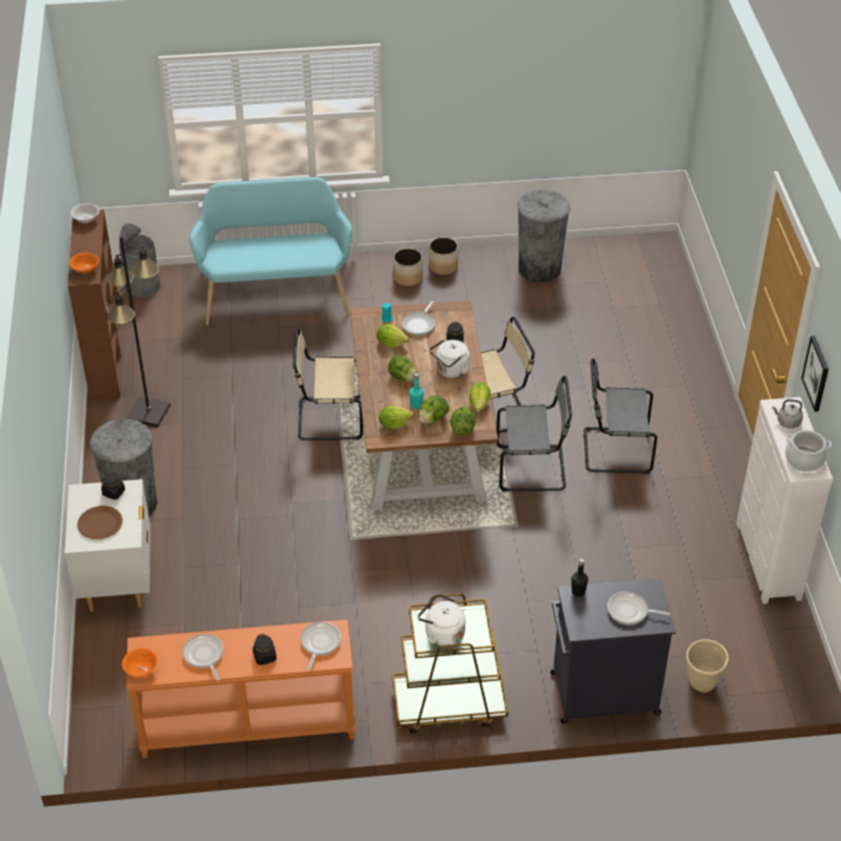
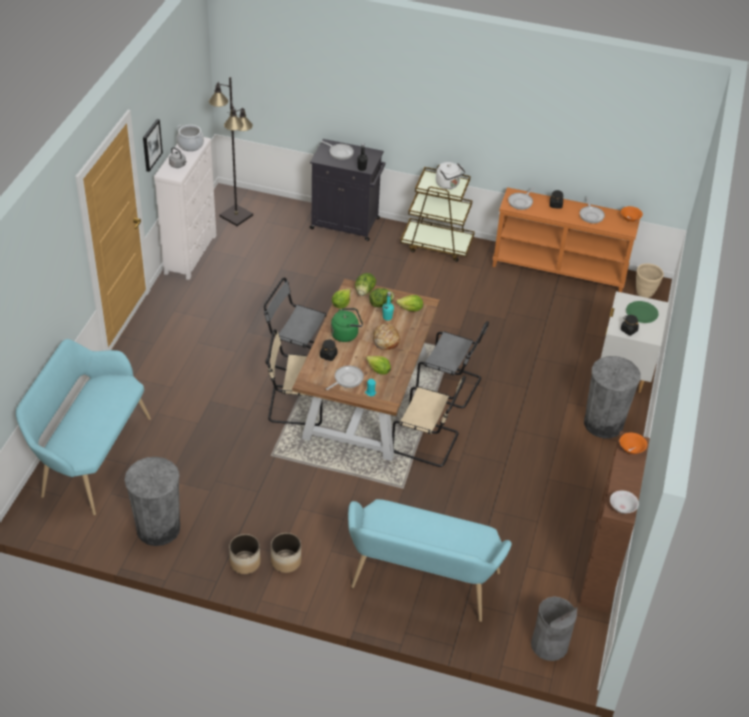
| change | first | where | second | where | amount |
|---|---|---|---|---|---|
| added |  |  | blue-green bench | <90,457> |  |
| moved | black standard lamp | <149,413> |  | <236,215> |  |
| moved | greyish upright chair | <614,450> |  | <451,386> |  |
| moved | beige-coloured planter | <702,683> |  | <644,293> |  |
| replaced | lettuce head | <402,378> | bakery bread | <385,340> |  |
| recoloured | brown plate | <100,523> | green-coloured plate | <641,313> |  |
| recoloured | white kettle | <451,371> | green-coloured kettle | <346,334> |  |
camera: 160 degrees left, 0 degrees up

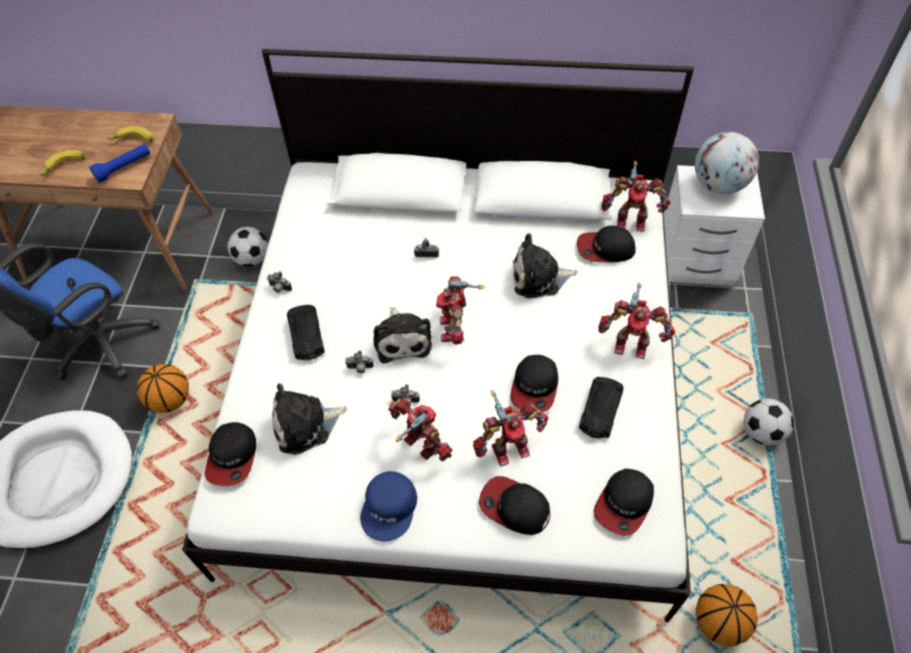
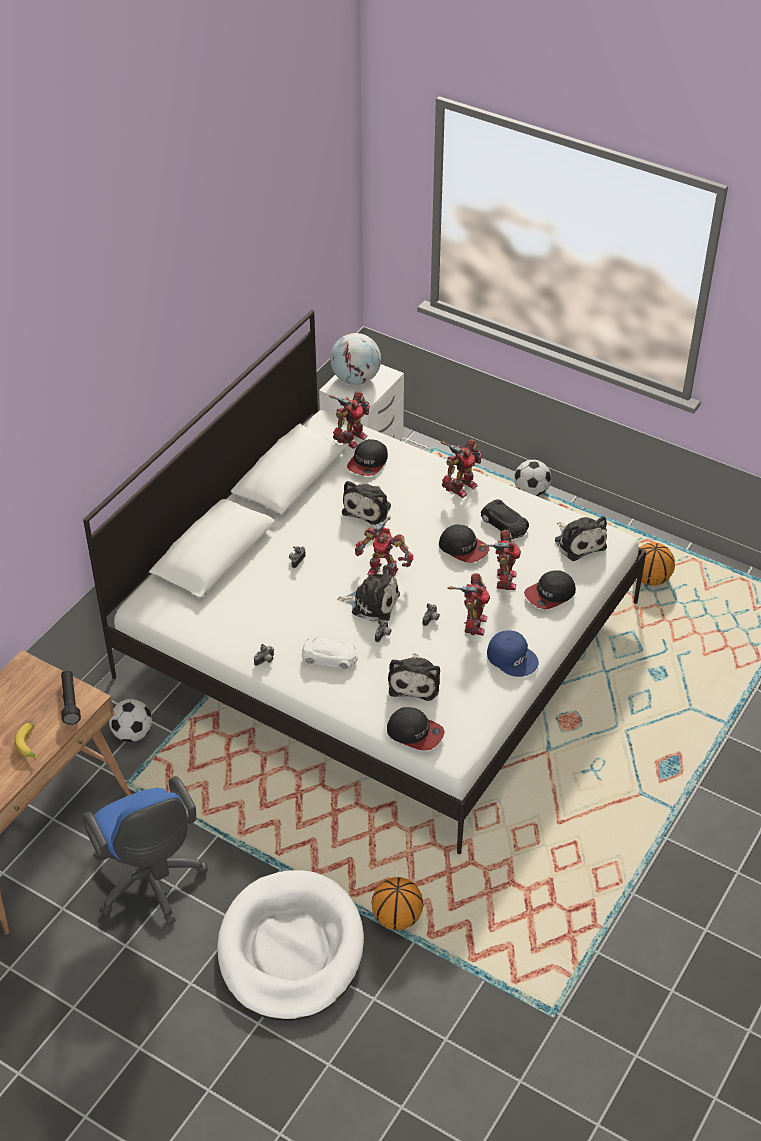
| change | first | where | second | where | amount |
|---|---|---|---|---|---|
| removed | banana | <134,141> |  |  |  |
| moved | basketball | <171,400> |  | <397,917> |  |
| replaced | peaked cap | <624,504> | plush toy | <579,542> |  |
| recoloured | bluish torch | <124,168> | black torch | <70,701> |  |
| recoloured | black model car | <307,337> | white model car | <330,658> |  |
| turned | robot figure | <421,445> |  | <473,624> | 120 degrees clockwise |
camera: 65 degrees left, 10 degrees down

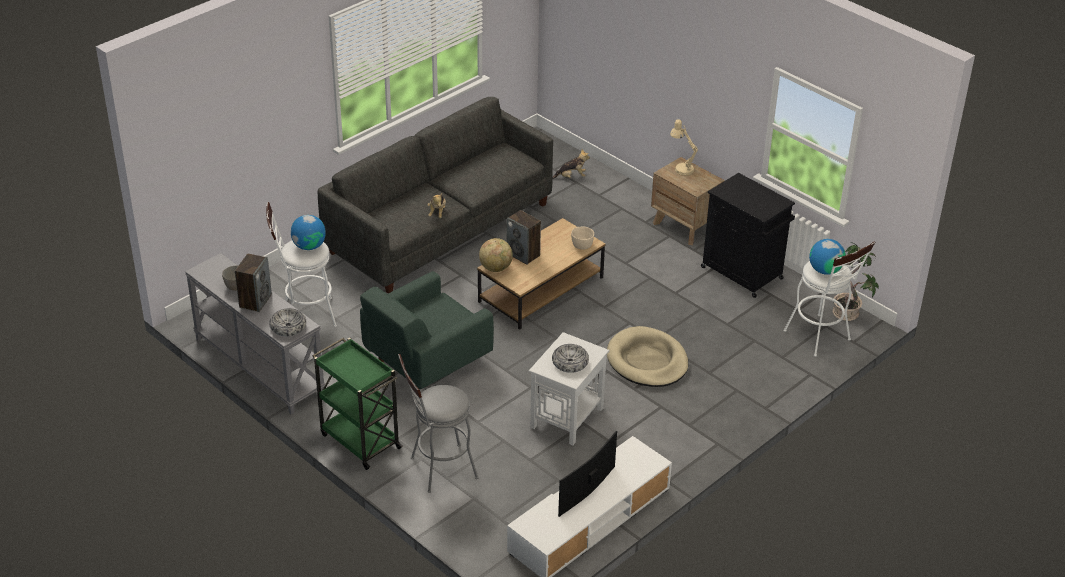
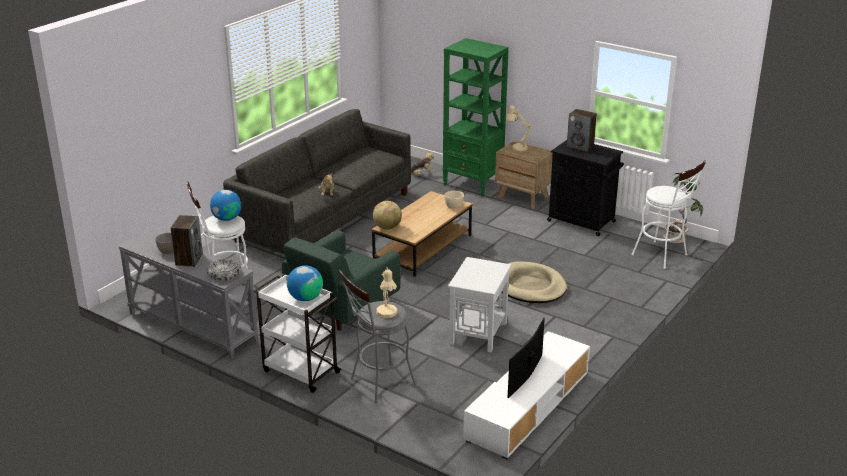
| change | first | where | second | where | amount |
|---|---|---|---|---|---|
| removed | deep dish | <570,362> |  |  |  |
| added |  |  | beige-coloured lamp for a table | <387,315> |  |
| added |  |  | green-coloured bookshelf | <473,184> |  |
| moved | audio speaker | <523,254> |  | <580,146> |  |
| moved | desk globe | <825,270> |  | <305,298> |  |
| recoloured | green-coloured wheeled cart | <359,440> | white wheeled cart | <300,371> |  |
camera: 10 degrees left, 10 degrees down

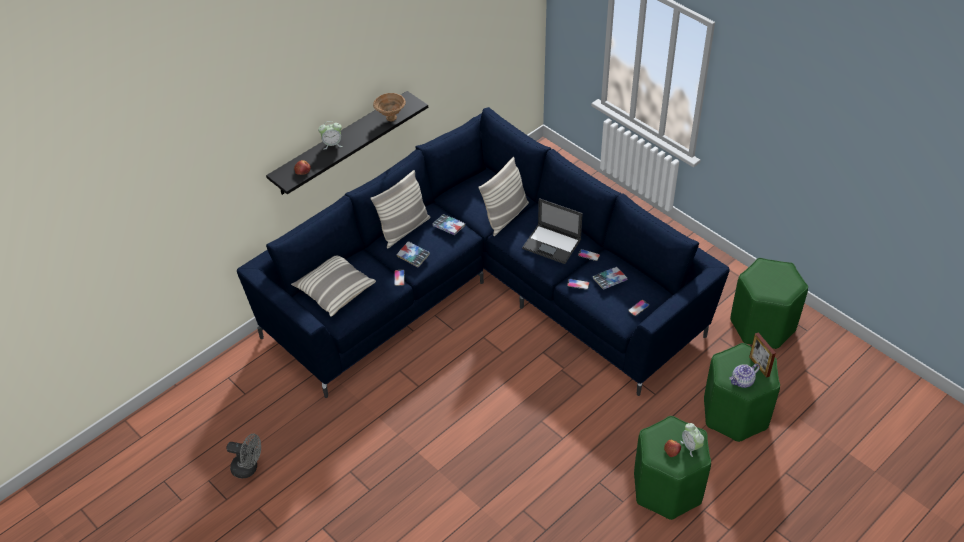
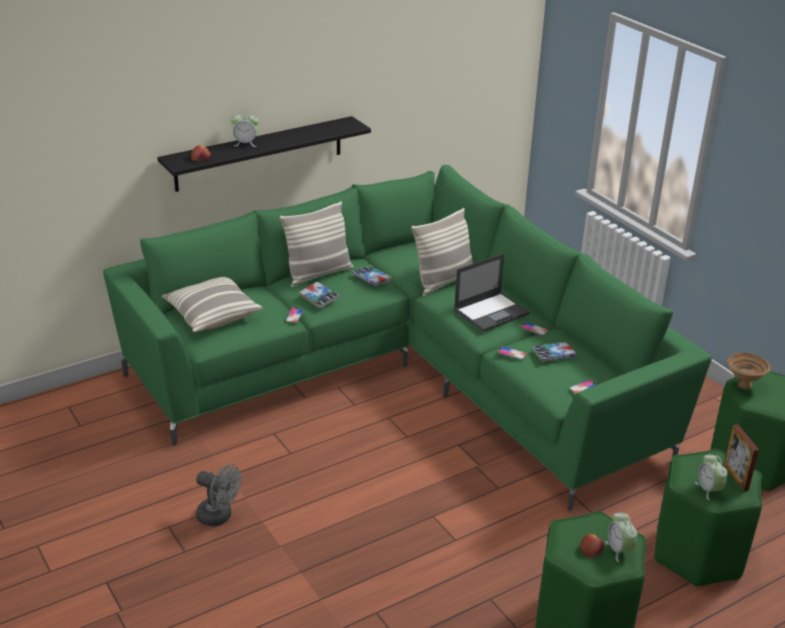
| change | first | where | second | where | amount |
|---|---|---|---|---|---|
| moved | greyish electric fan | <249,468> |  | <219,517> |  |
| moved | brown deep dish | <390,118> |  | <743,385> |  |
| replaced | teapot | <742,381> | alarm clock | <708,490> |  |
| recoloured | bluish couch | <484,291> | green-coloured couch | <404,374> |  |
| turned | portable computer | <552,244> |  | <491,312> | 75 degrees counterclockwise |
camera: 10 degrees right, 15 degrees down

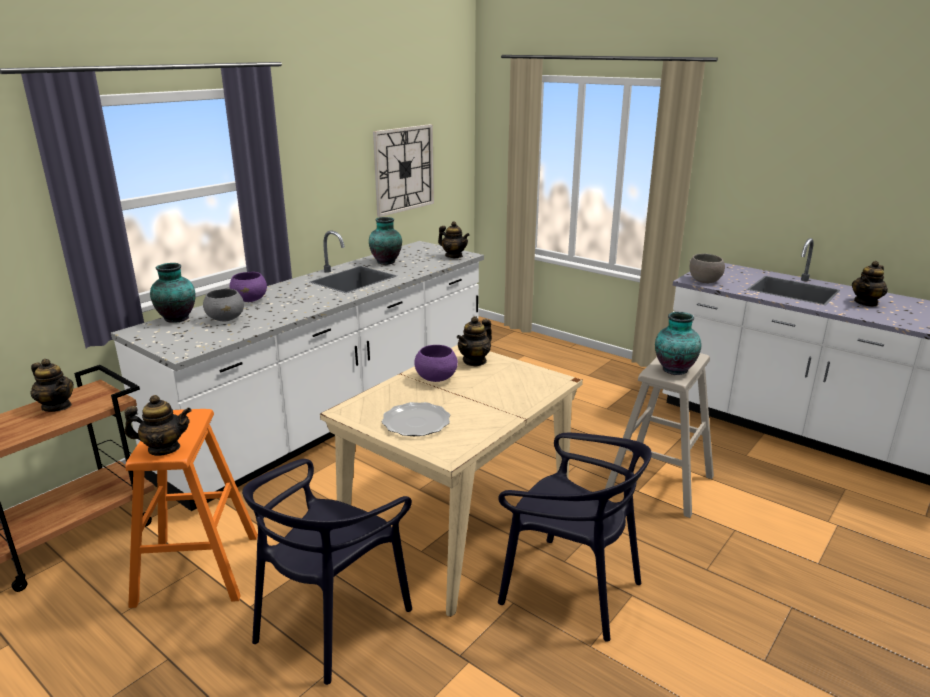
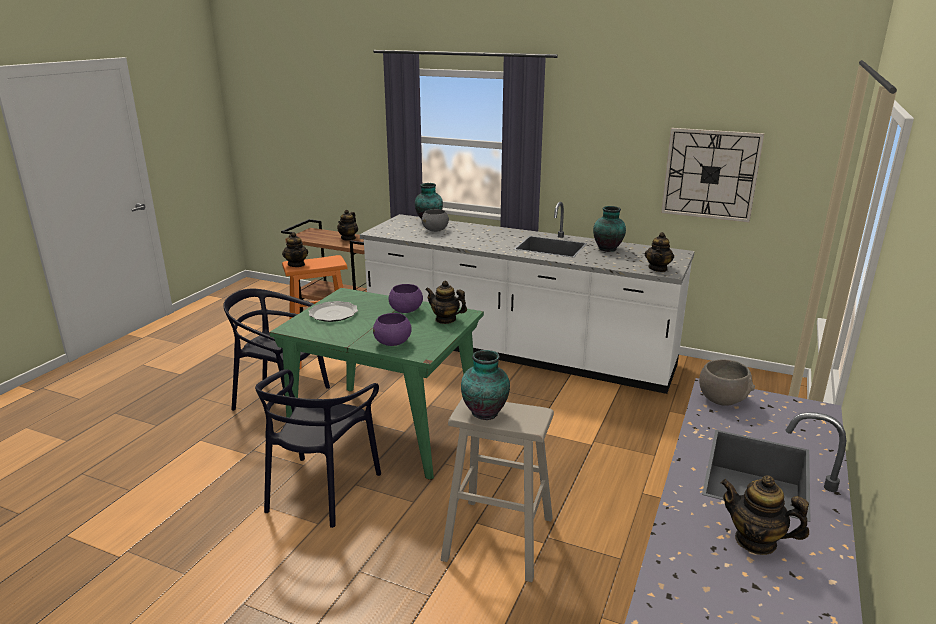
| change | first | where | second | where | amount |
|---|---|---|---|---|---|
| moved | purple-coloured deep dish | <250,300> |  | <393,343> |  |
| recoloured | beige-coloured dinner table | <458,526> | green-coloured dinner table | <387,429> |  |
camera: 75 degrees right, 0 degrees up

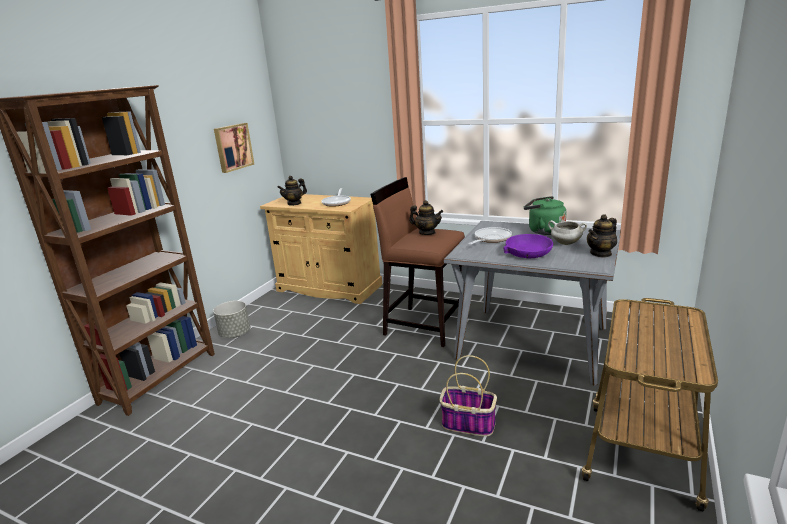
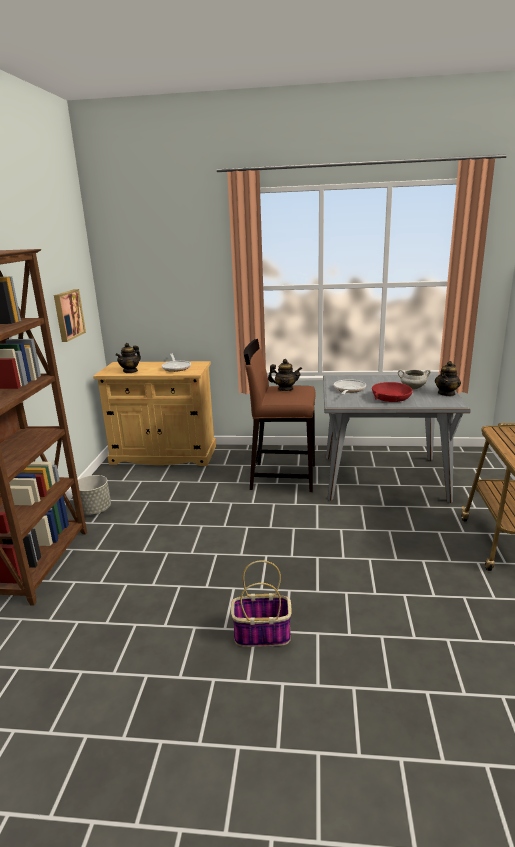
| change | first | where | second | where | amount |
|---|---|---|---|---|---|
| removed | green-coloured kettle | <543,231> |  |  |  |
| moved | basket | <467,424> |  | <261,634> |  |
| recoloured | purple-coloured deep dish | <528,253> | red-coloured deep dish | <391,398> |  |
camera: 20 degrees left, 0 degrees up

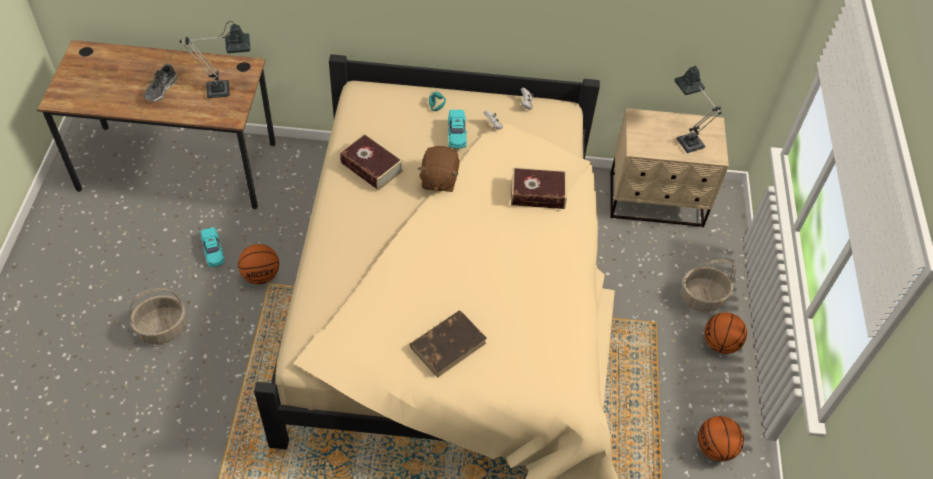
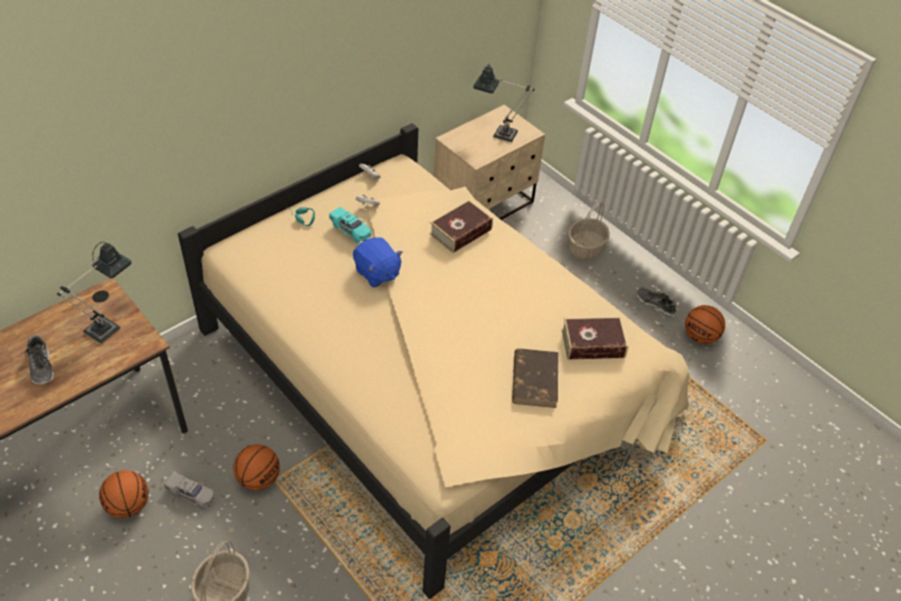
| change | first | where | second | where | amount |
|---|---|---|---|---|---|
| added |  |  | shoe | <655,305> |  |
| moved | volume | <371,167> |  | <593,344> |  |
| moved | basketball | <720,343> |  | <128,506> |  |
| recoloured | blue-green model car | <213,251> | greyish model car | <191,494> |  |
| recoloured | brown plush toy | <438,180> | bluish plush toy | <377,273> |  |
camera: 45 degrees left, 5 degrees down

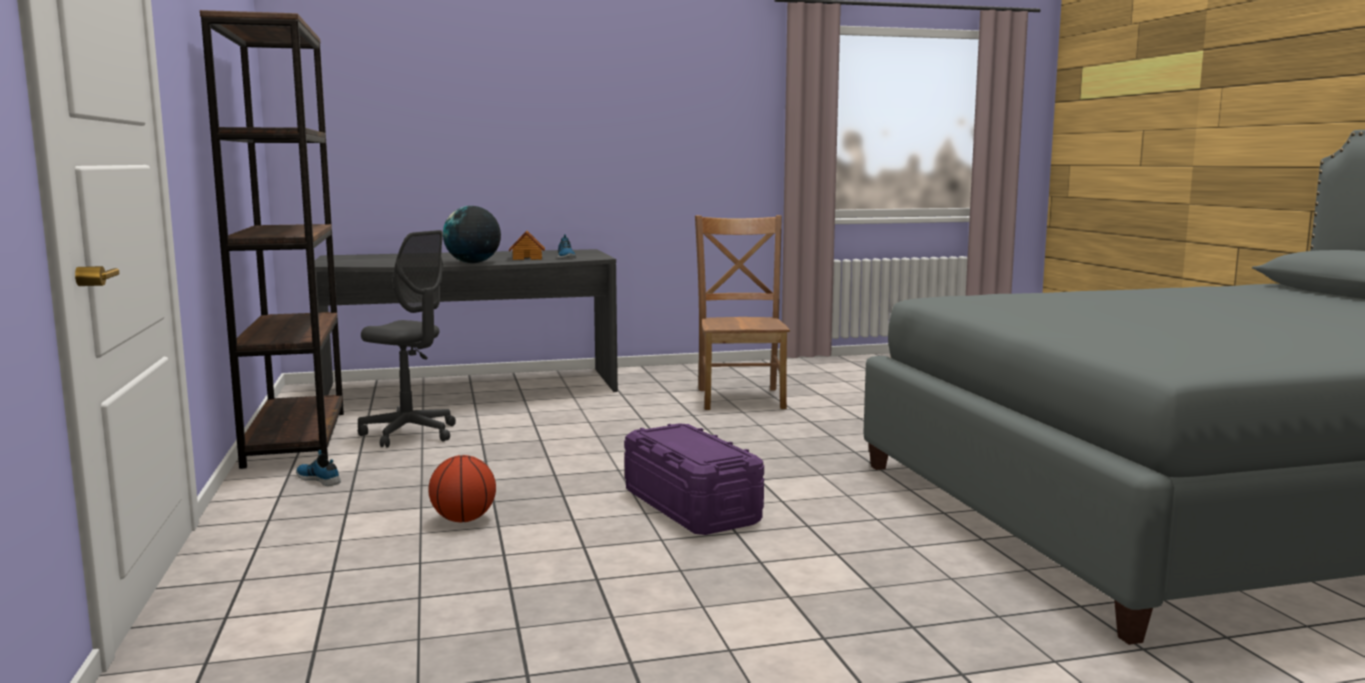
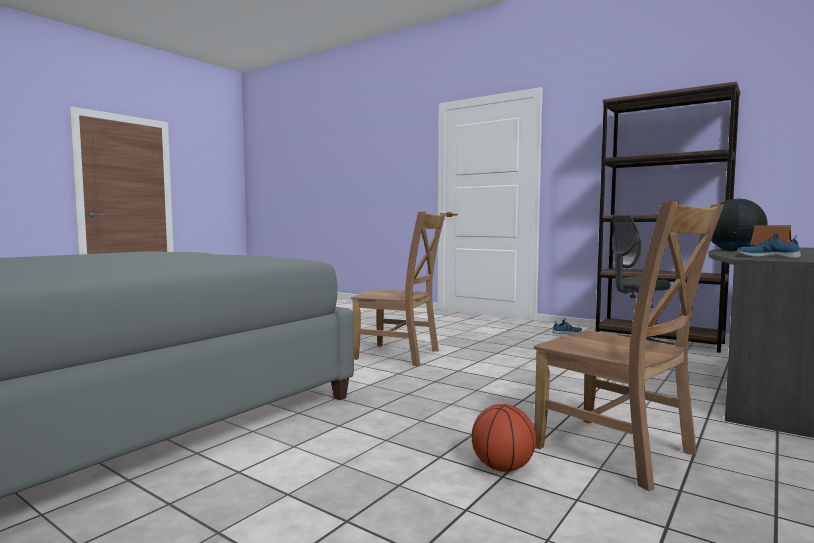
| change | first | where | second | where | amount |
|---|---|---|---|---|---|
| moved | basketball | <464,520> |  | <502,468> |  |
| replaced | purple-coloured storage bin | <691,506> | brown upright chair | <400,355> |  |
camera: 140 degrees right, 5 degrees down

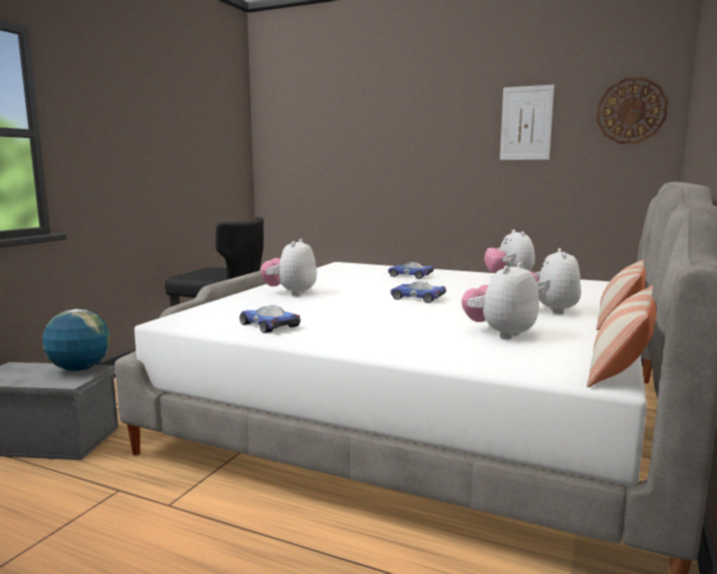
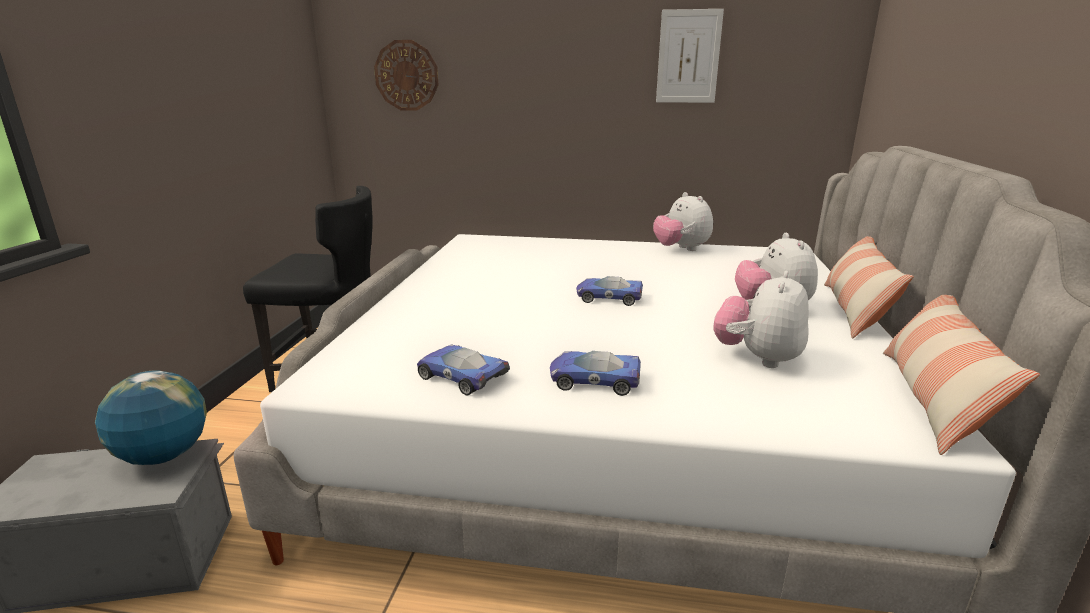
| change | first | where | second | where | amount |
|---|---|---|---|---|---|
| removed | plush toy | <291,293> |  |  |  |
| moved | model car | <409,275> |  | <594,379> |  |
| moved | clock on the wall | <631,111> |  | <406,75> |  |
camera: 15 degrees left, 10 degrees up

